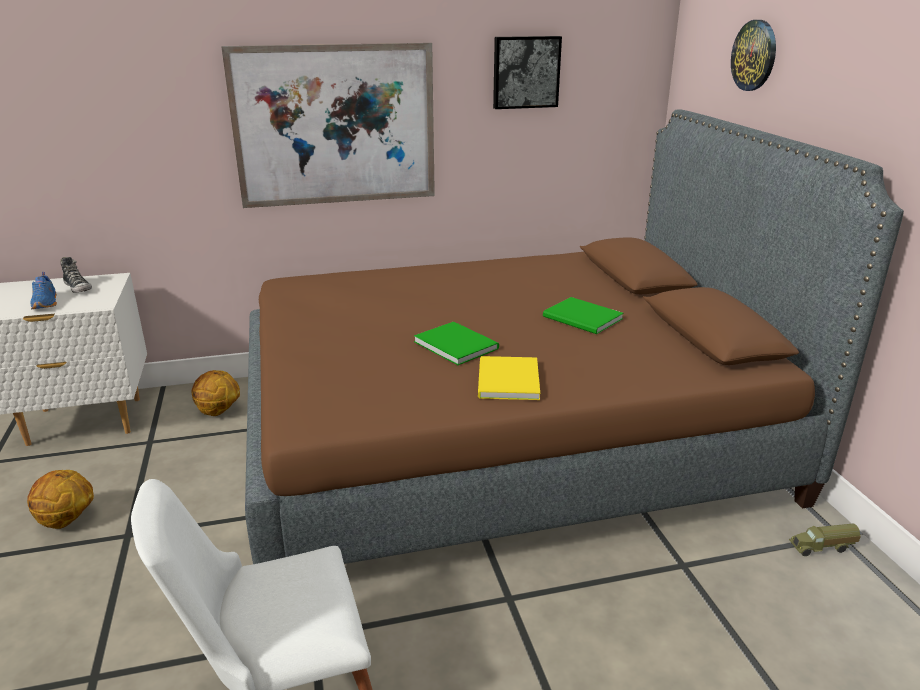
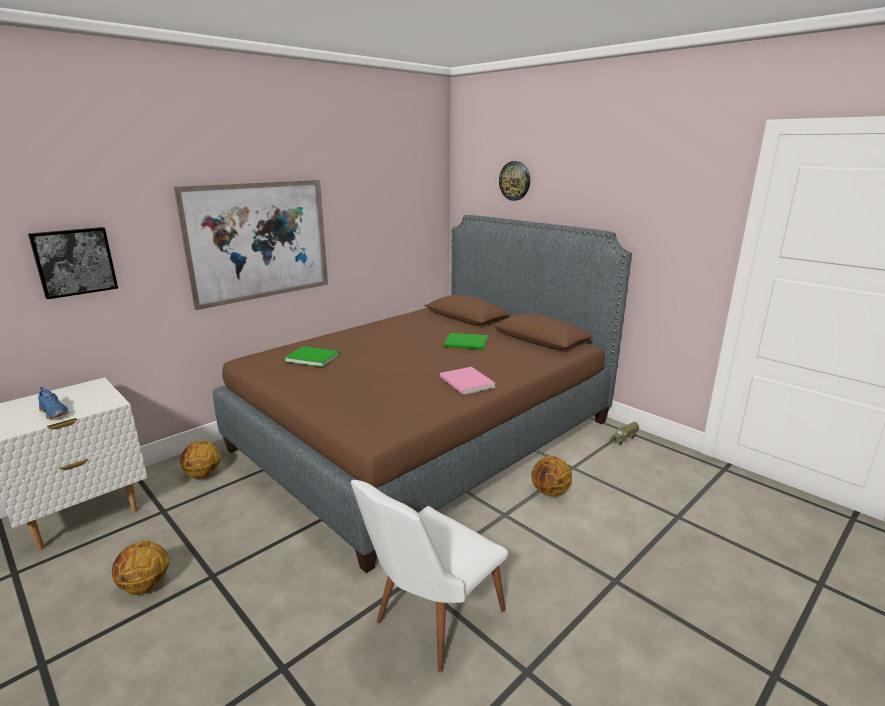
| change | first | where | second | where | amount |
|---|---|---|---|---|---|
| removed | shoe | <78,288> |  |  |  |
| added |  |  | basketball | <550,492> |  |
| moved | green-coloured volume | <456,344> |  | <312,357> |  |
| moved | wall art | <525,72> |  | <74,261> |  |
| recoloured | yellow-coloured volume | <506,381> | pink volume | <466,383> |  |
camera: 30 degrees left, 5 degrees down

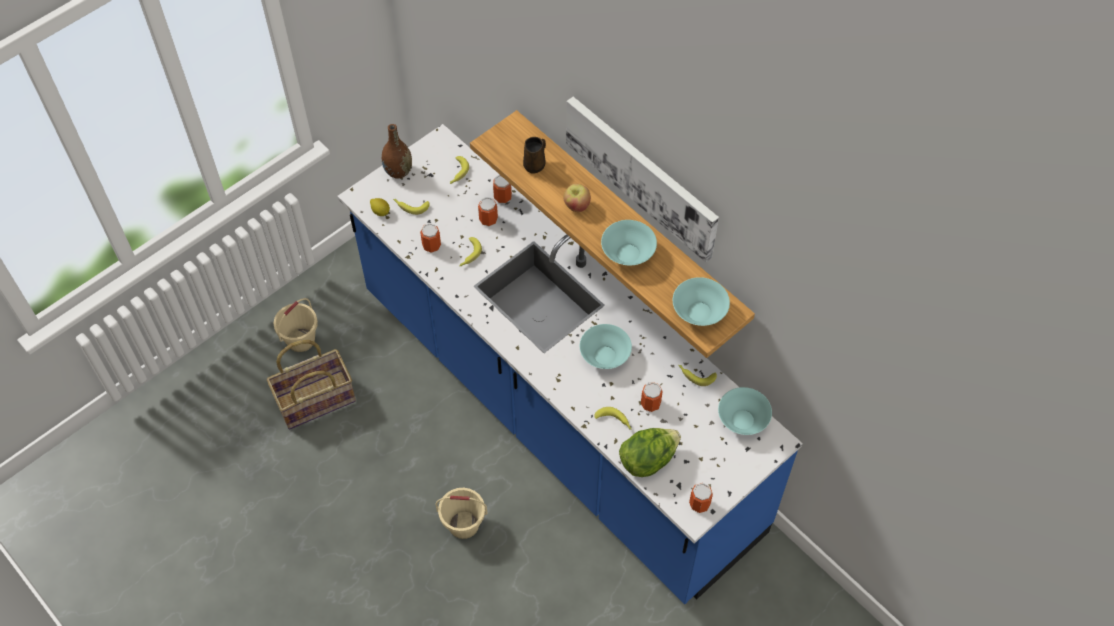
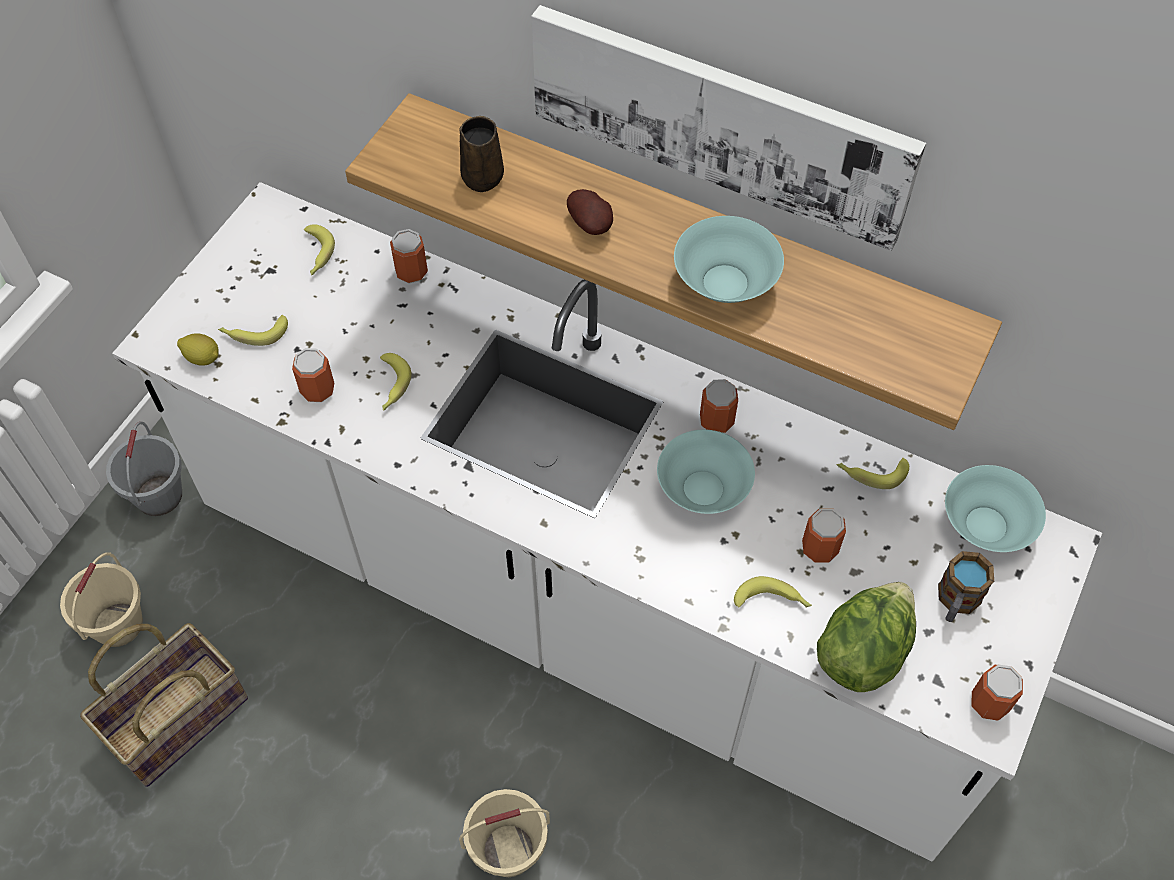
| change | first | where | second | where | amount |
|---|---|---|---|---|---|
| removed | brown vase | <398,171> |  |  |  |
| removed | blue-green deep dish | <699,313> |  |  |  |
| added |  |  | greyish pail | <158,495> |  |
| added |  |  | coffee mug | <956,602> |  |
| moved | sealed can | <488,219> |  | <716,421> |  |
| replaced | apple | <576,205> | whole potato | <592,225> |  |
| recoloured | bluish kitchen base unit | <557,412> | white kitchen base unit | <587,607> |  |
camera: 20 degrees left, 0 degrees up

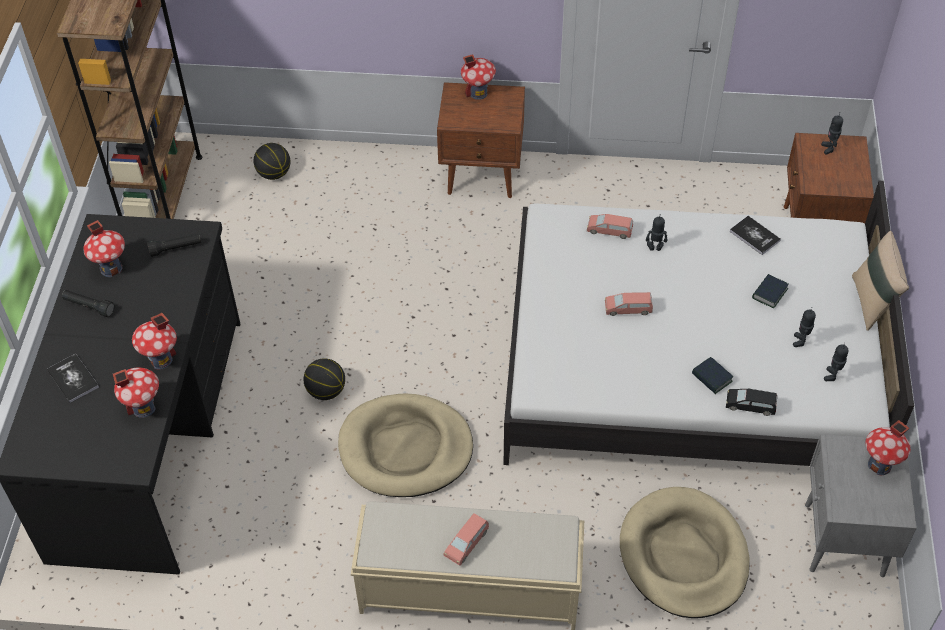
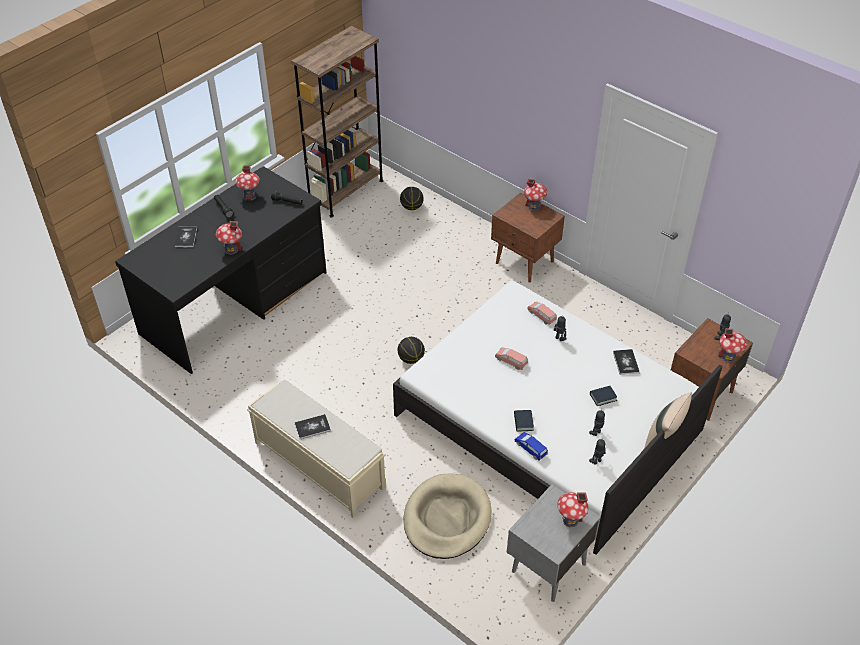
| change | first | where | second | where | amount |
|---|---|---|---|---|---|
| removed | beige-coloured pet bed | <405,449> |  |  |  |
| moved | miniature house | <143,407> |  | <728,357> |  |
| moved | basketball | <326,391> |  | <411,359> |  |
| replaced | pink model car | <466,543> | volume | <312,427> |  |
| recoloured | black model car | <750,405> | bluish model car | <530,448> |  |
camera: 35 degrees right, 5 degrees down

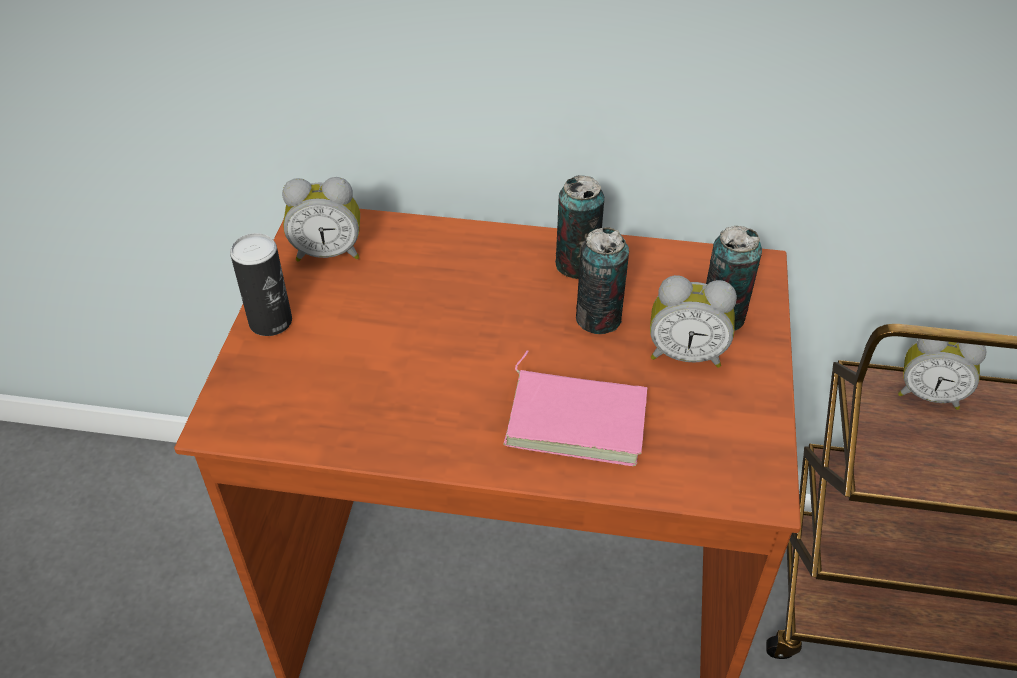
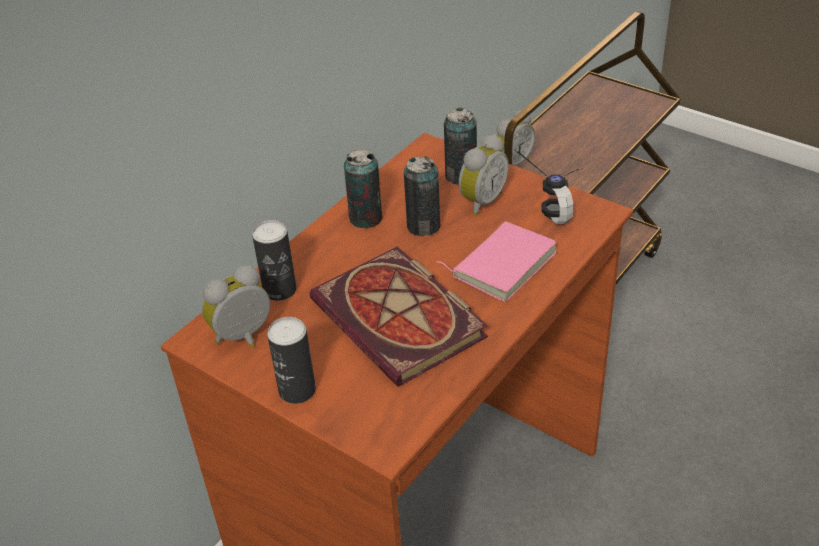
| change | first | where | second | where | amount |
|---|---|---|---|---|---|
| added |  |  | sealed can | <280,290> |  |
| added |  |  | volume | <403,320> |  |
| added |  |  | pair of headphones | <554,202> |  |
| turned | alarm clock | <328,252> |  | <244,338> | 150 degrees counterclockwise |
camera: 60 degrees left, 5 degrees down

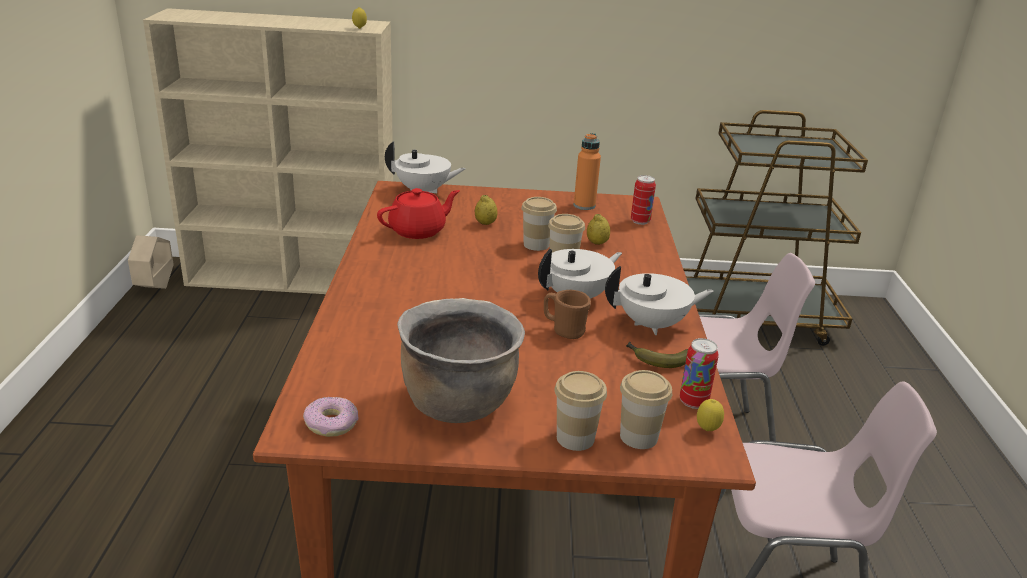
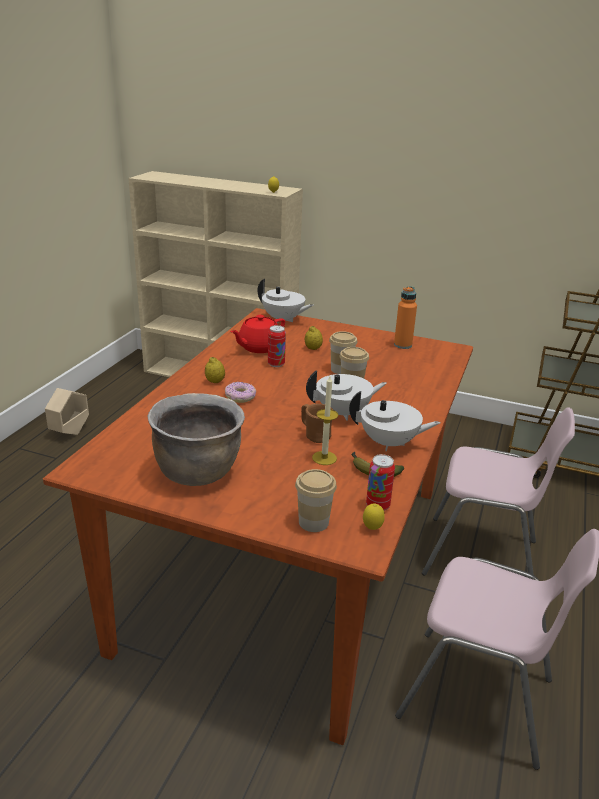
| change | first | where | second | where | amount |
|---|---|---|---|---|---|
| removed | small cup | <575,438> |  |  |  |
| added |  |  | wax candle | <324,458> |  |
| moved | beige-coloured planter | <155,287> |  | <70,432> |  |
| moved | donut | <331,423> |  | <240,396> |  |
| moved | citrus fruit | <597,243> |  | <215,382> |  |
| moved | sealed can | <640,221> |  | <276,364> |  |
| turned | red-coloured teapot | <418,231> |  | <258,347> | 150 degrees clockwise |
camera: 20 degrees right, 0 degrees up

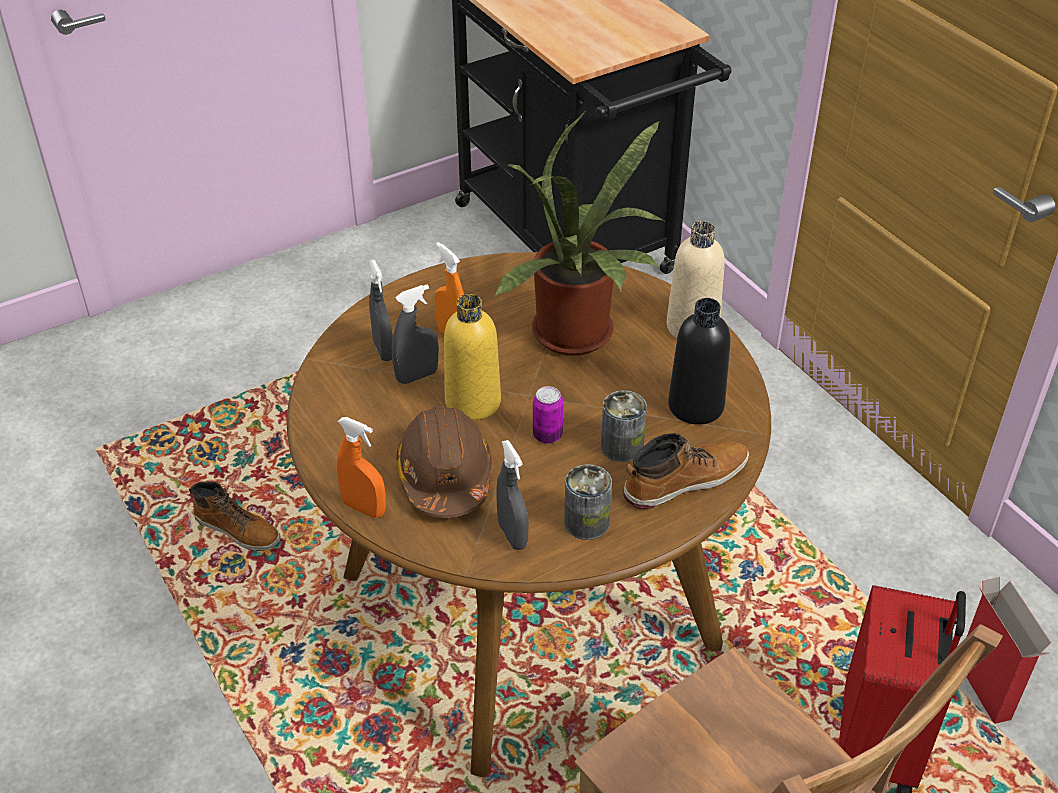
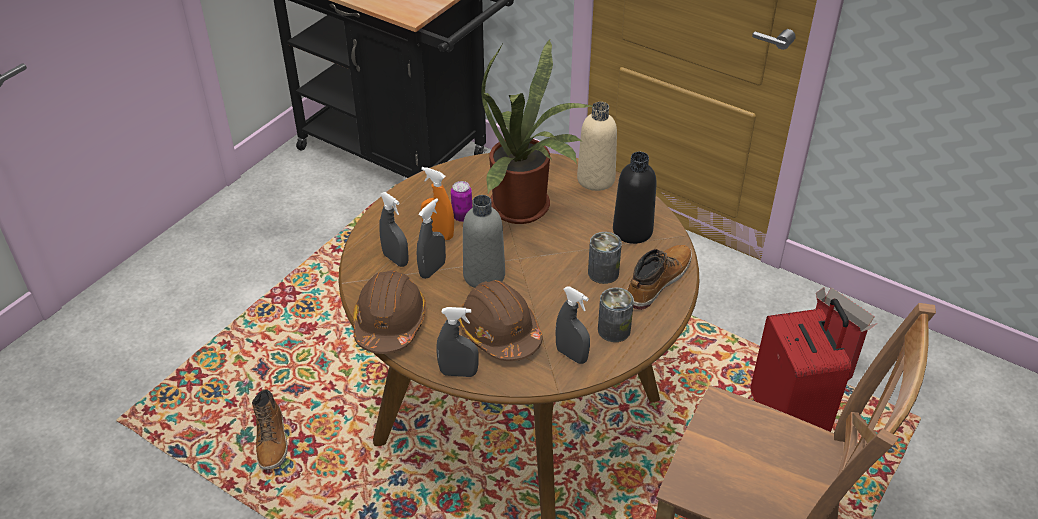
| change | first | where | second | where | amount |
|---|---|---|---|---|---|
| added |  |  | brown hard hat | <389,323> |  |
| moved | sealed can | <547,435> |  | <462,216> |  |
| recoloured | orangey hand sprayer | <364,508> | greyish hand sprayer | <458,373> |  |
| recoloured | yellow-coloured drink bottle | <473,402> | greyish drink bottle | <484,275> |  |
| turned | boot | <238,530> |  | <272,440> | 75 degrees clockwise |
camera: 25 degrees left, 0 degrees up

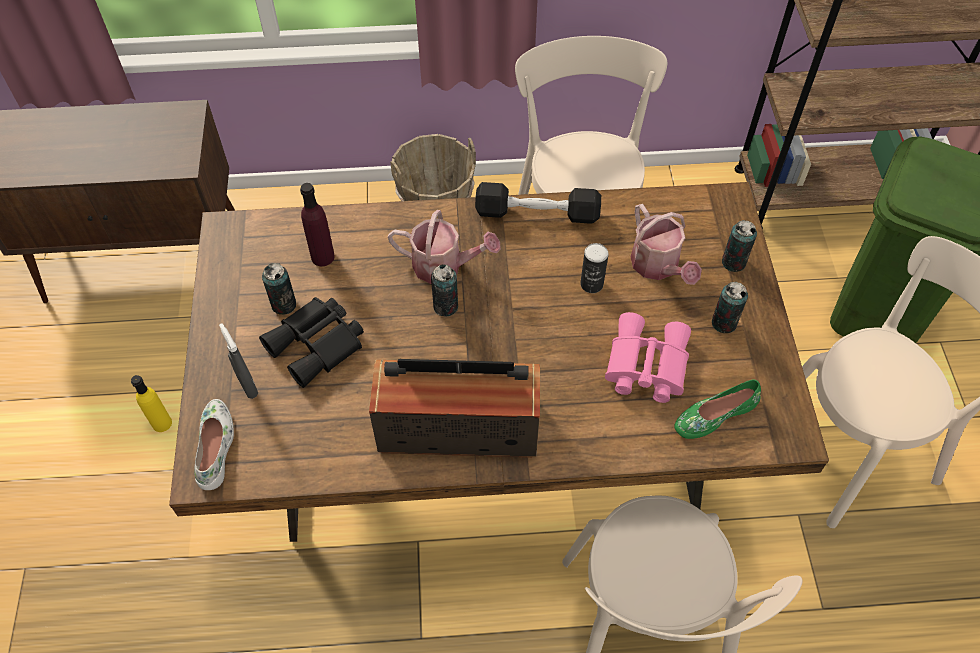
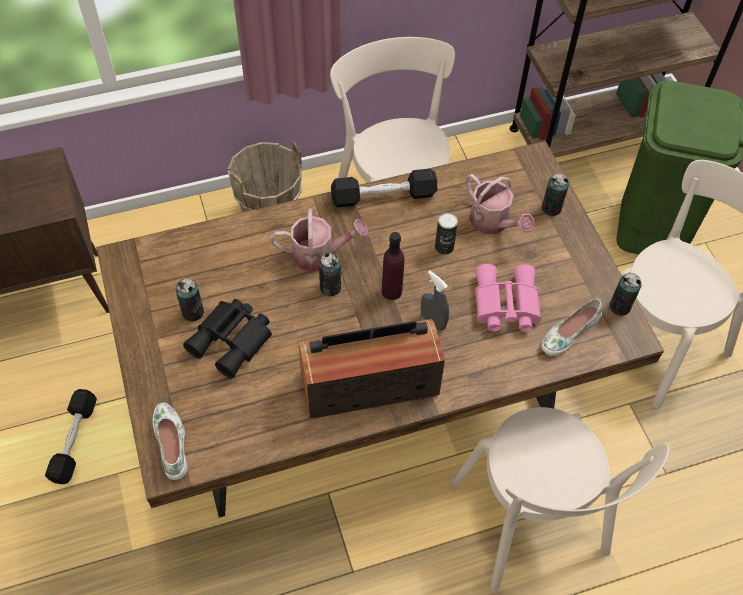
| change | first | where | second | where | amount |
|---|---|---|---|---|---|
| moved | greyish hand sprayer | <247,385> |  | <433,321> |  |
| moved | purple-coloured drink bottle | <322,257> |  | <391,291> |  |
| moved | sealed can | <724,323> |  | <619,307> |  |
| replaced | yellow-coloured drink bottle | <162,423> | black hand weight | <74,441> |  |
| recoloured | green-coloured shoe | <714,414> | white shoe | <568,332> |  |
camera: 15 degrees left, 0 degrees up

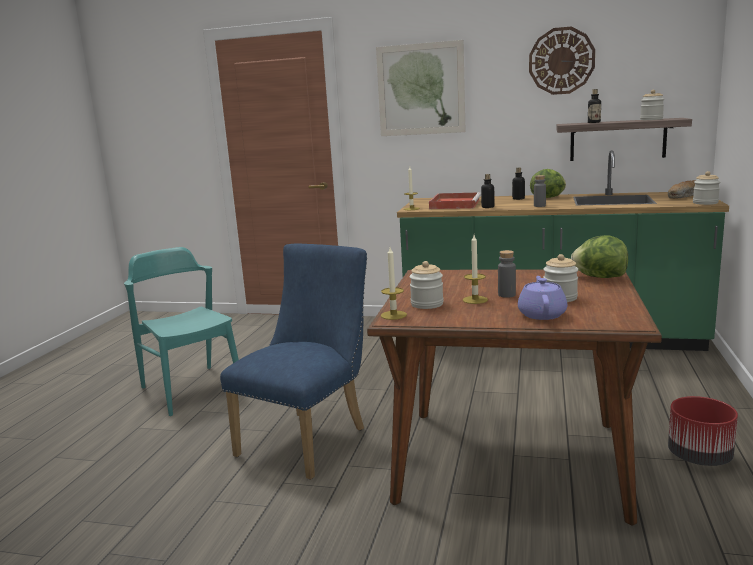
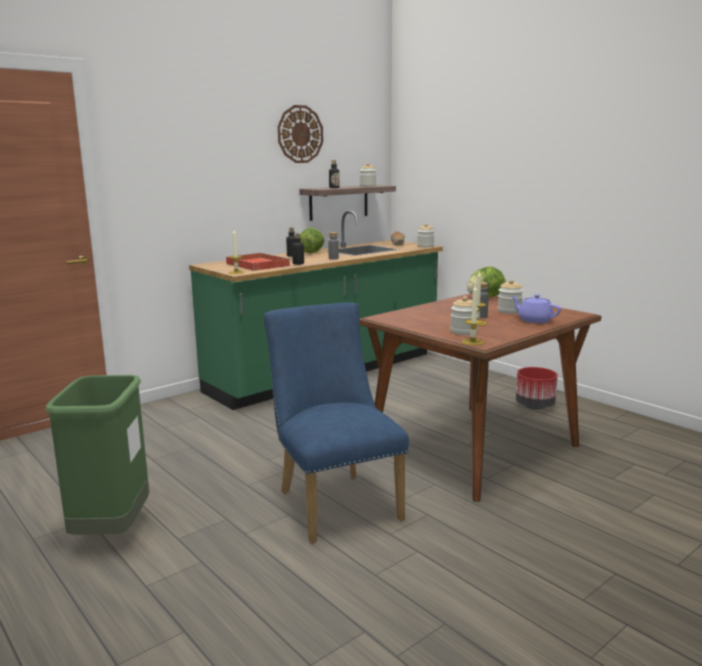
| change | first | where | second | where | amount |
|---|---|---|---|---|---|
| removed | wall art | <421,89> |  |  |  |
| replaced | blue-green upright chair | <191,389> | green-coloured waste bin | <112,530> |  |
camera: 55 degrees left, 0 degrees up

